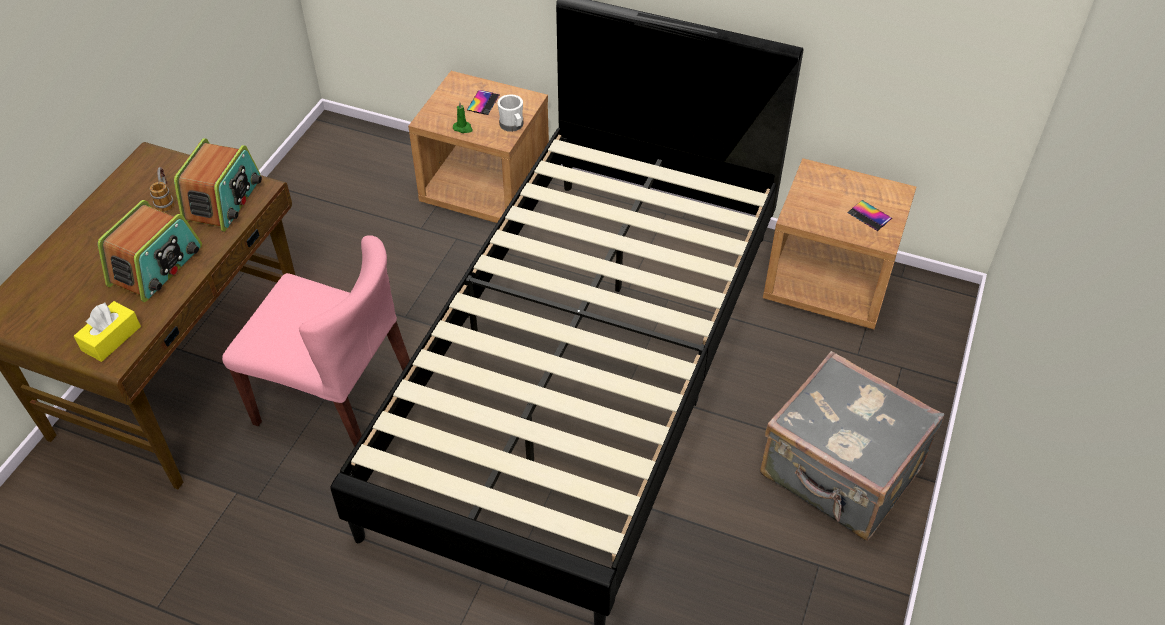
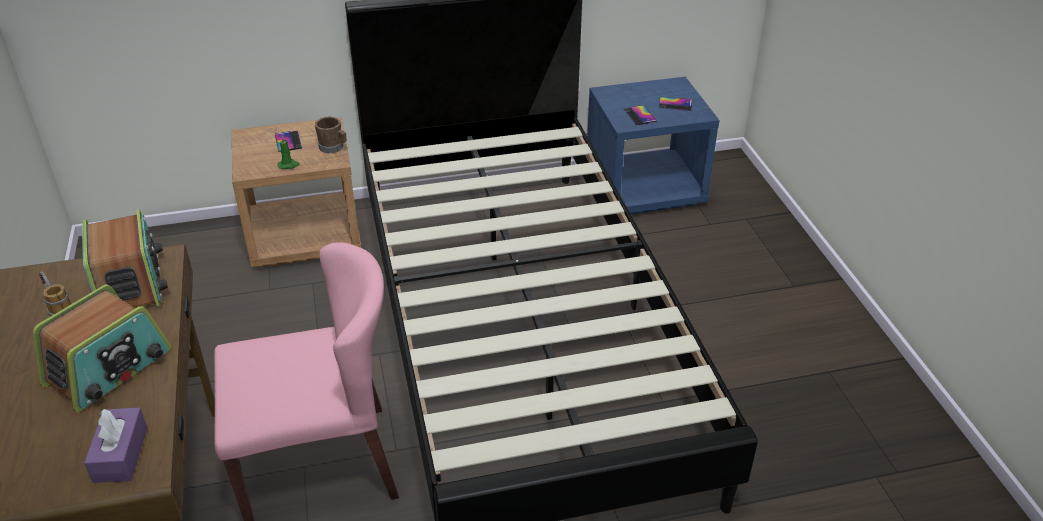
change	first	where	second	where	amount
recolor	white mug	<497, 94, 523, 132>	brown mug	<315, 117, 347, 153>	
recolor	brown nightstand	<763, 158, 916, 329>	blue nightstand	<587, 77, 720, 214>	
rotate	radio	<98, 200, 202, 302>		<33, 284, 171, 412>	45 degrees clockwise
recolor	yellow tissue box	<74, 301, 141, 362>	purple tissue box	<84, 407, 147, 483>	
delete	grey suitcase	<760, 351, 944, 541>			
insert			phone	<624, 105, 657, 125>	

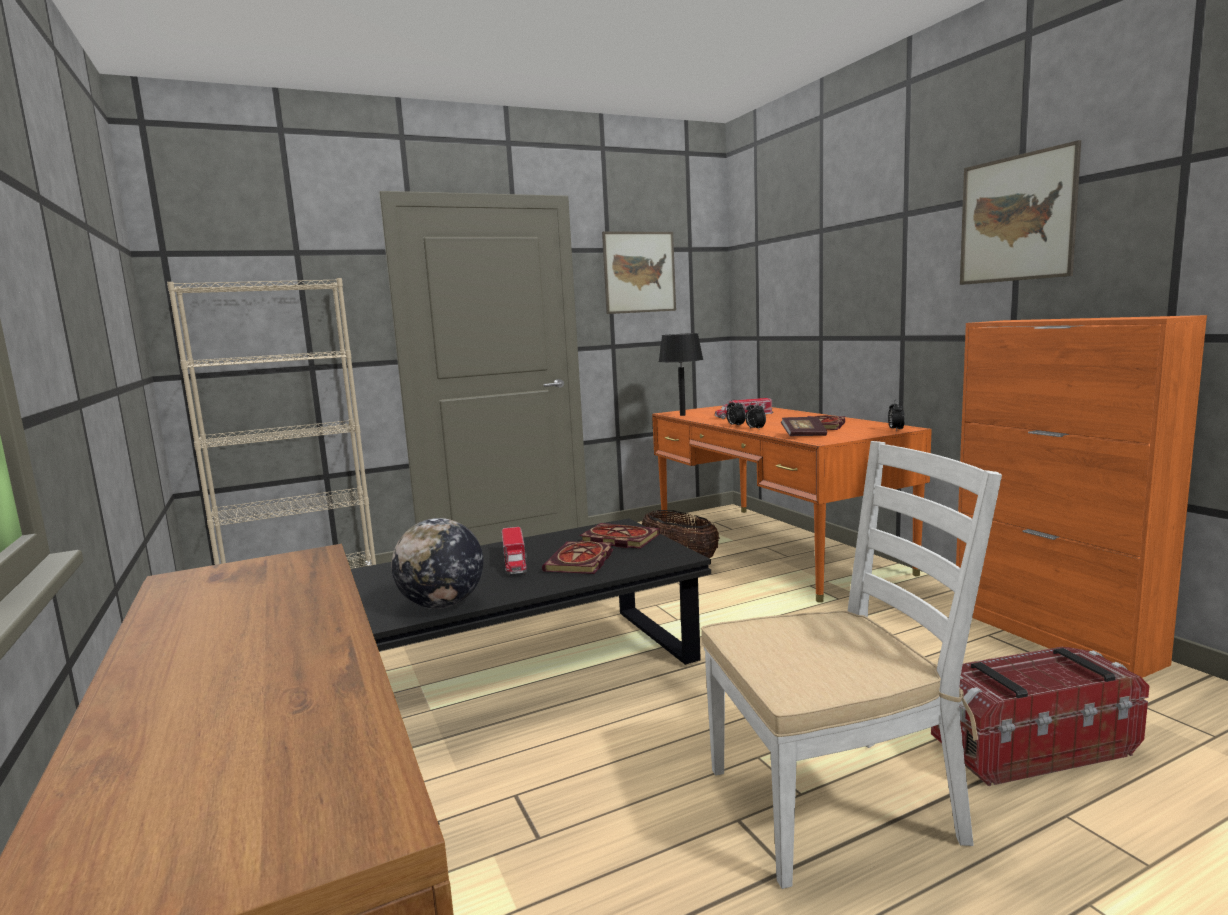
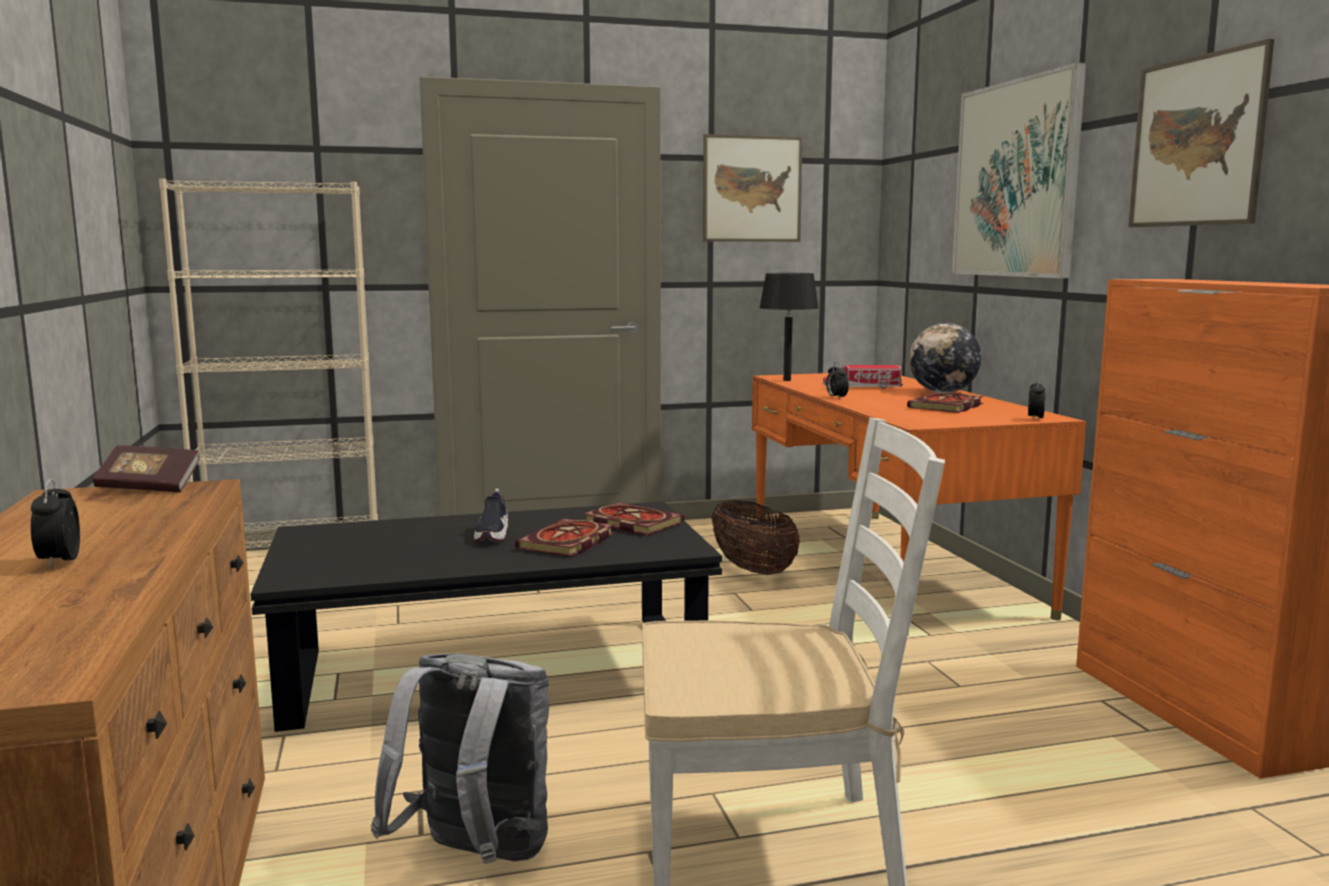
change	first	where	second	where	amount
move	alarm clock	<745, 401, 766, 430>		<31, 479, 80, 569>	
move	book	<781, 417, 827, 436>		<92, 445, 200, 492>	
move	globe	<392, 518, 483, 609>		<909, 323, 981, 393>	
replace	toy truck	<502, 527, 527, 576>	shoe	<474, 489, 508, 542>	
delete	storage box	<931, 647, 1149, 786>			
insert			picture	<952, 62, 1086, 278>	
insert			grey backpack	<371, 654, 549, 864>	

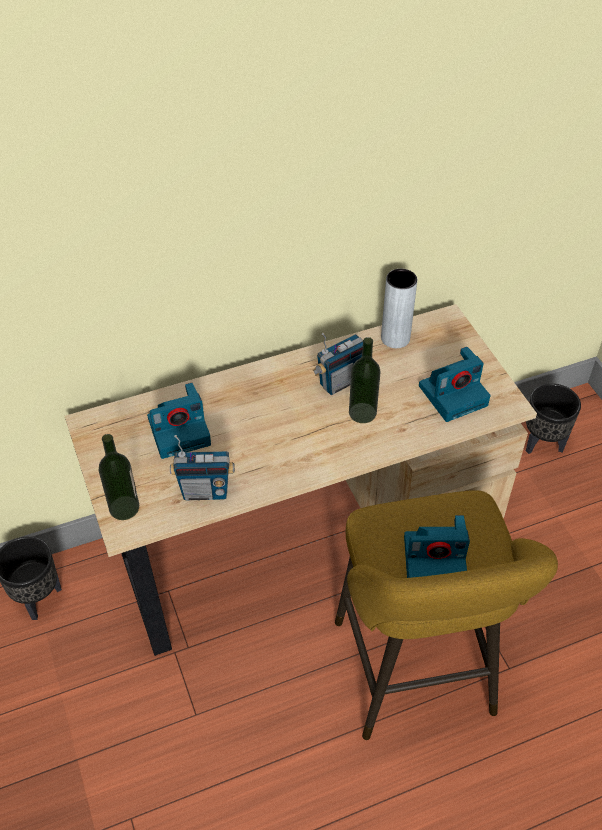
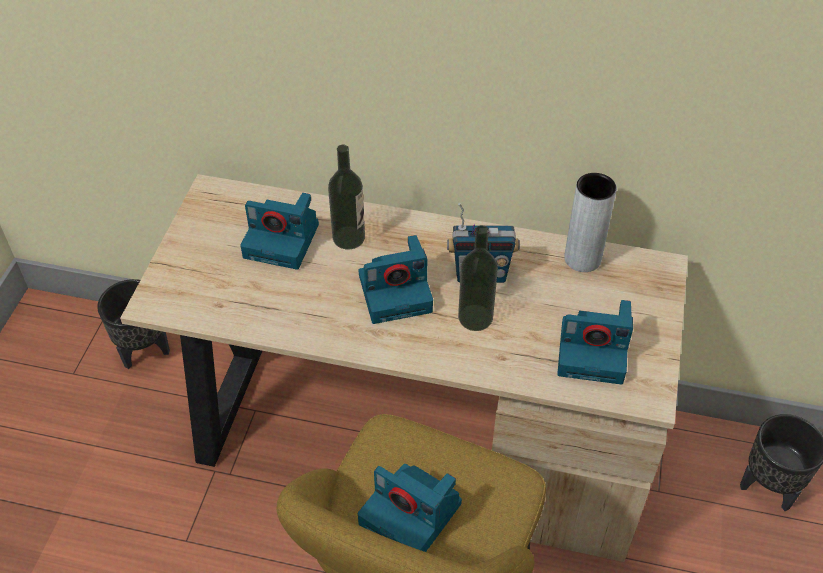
change	first	where	second	where	amount
move	bottle	<99, 434, 139, 520>		<328, 145, 365, 249>	
delete	radio	<170, 435, 235, 500>			
insert			photo camera	<359, 235, 433, 324>	

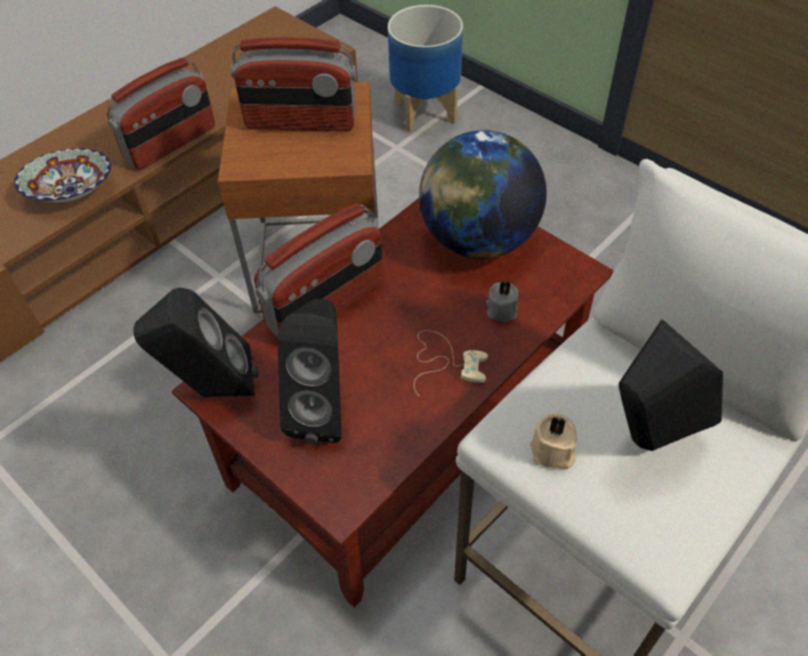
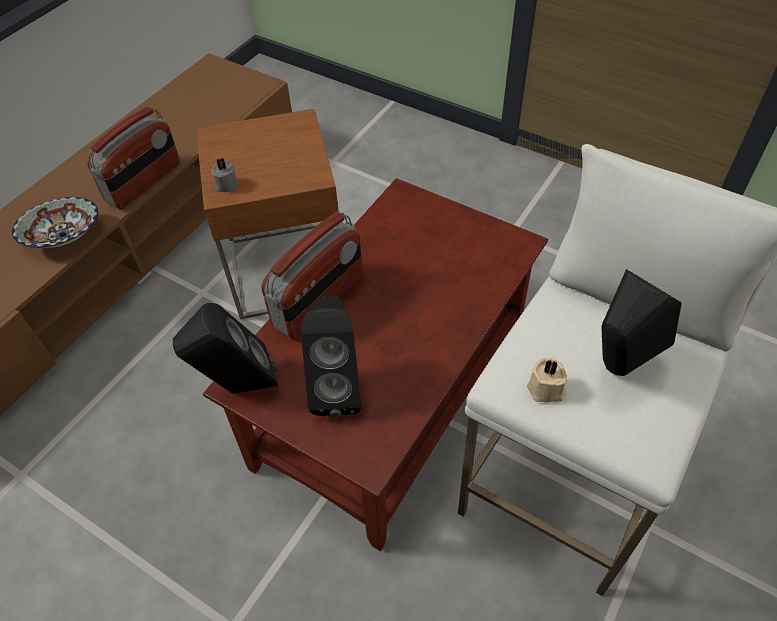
change	first	where	second	where	amount
delete	planter	<388, 5, 463, 132>			
delete	radio	<231, 37, 356, 131>			
delete	globe	<419, 130, 547, 259>			
move	grey candle	<486, 280, 518, 322>		<211, 158, 239, 192>	
delete	beige game controller	<414, 330, 488, 396>			

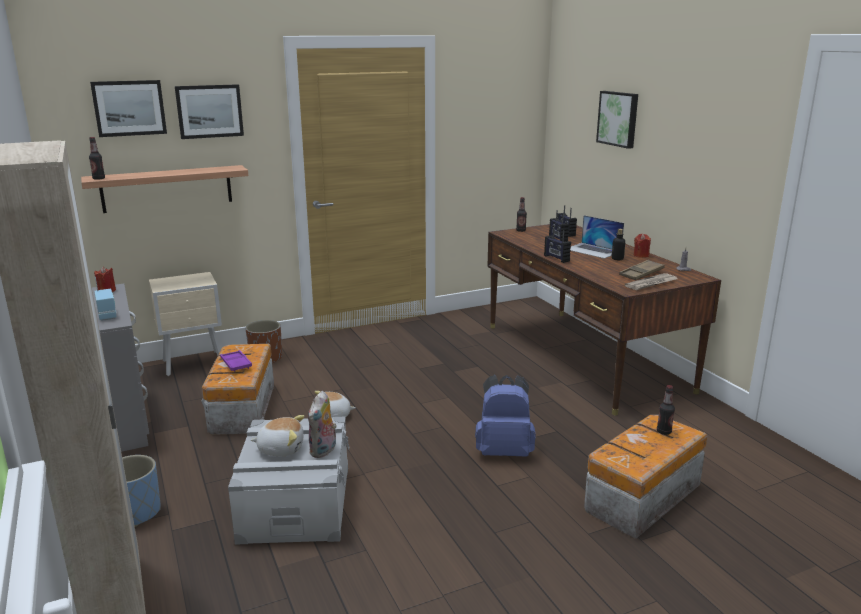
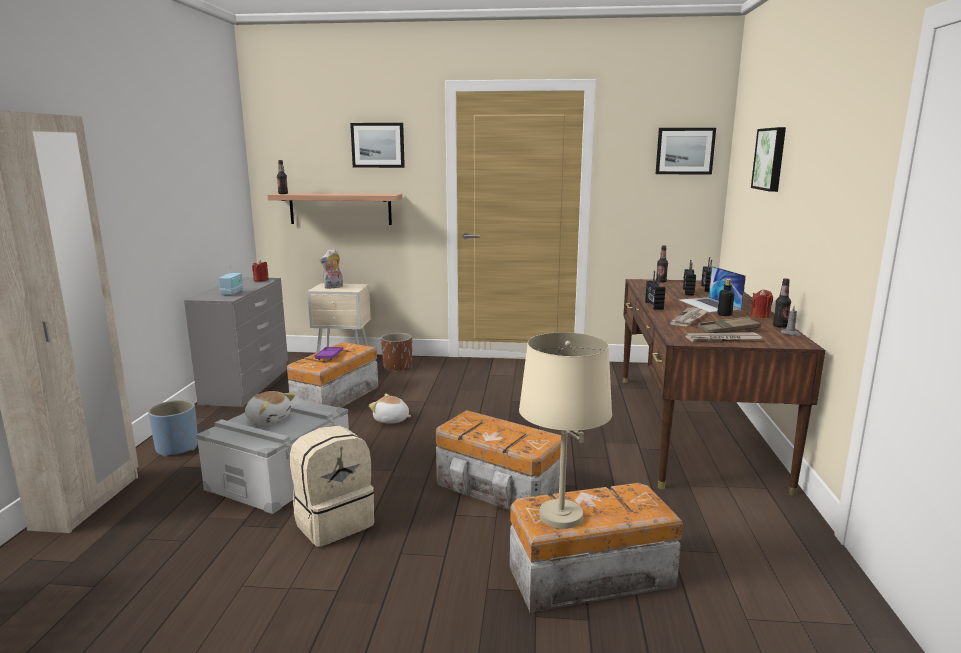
change	first	where	second	where	amount
move	picture	<90, 80, 167, 137>		<656, 128, 716, 174>	
replace	blue backpack	<475, 375, 536, 457>	storage box	<436, 410, 567, 511>	
move	bottle	<657, 385, 675, 435>		<773, 278, 791, 328>	
move	plush toy	<308, 391, 337, 458>		<320, 249, 343, 289>	
insert			newspaper	<670, 308, 708, 327>	
insert			beige table lamp	<519, 332, 612, 529>	
insert			beige backpack	<290, 425, 374, 547>	

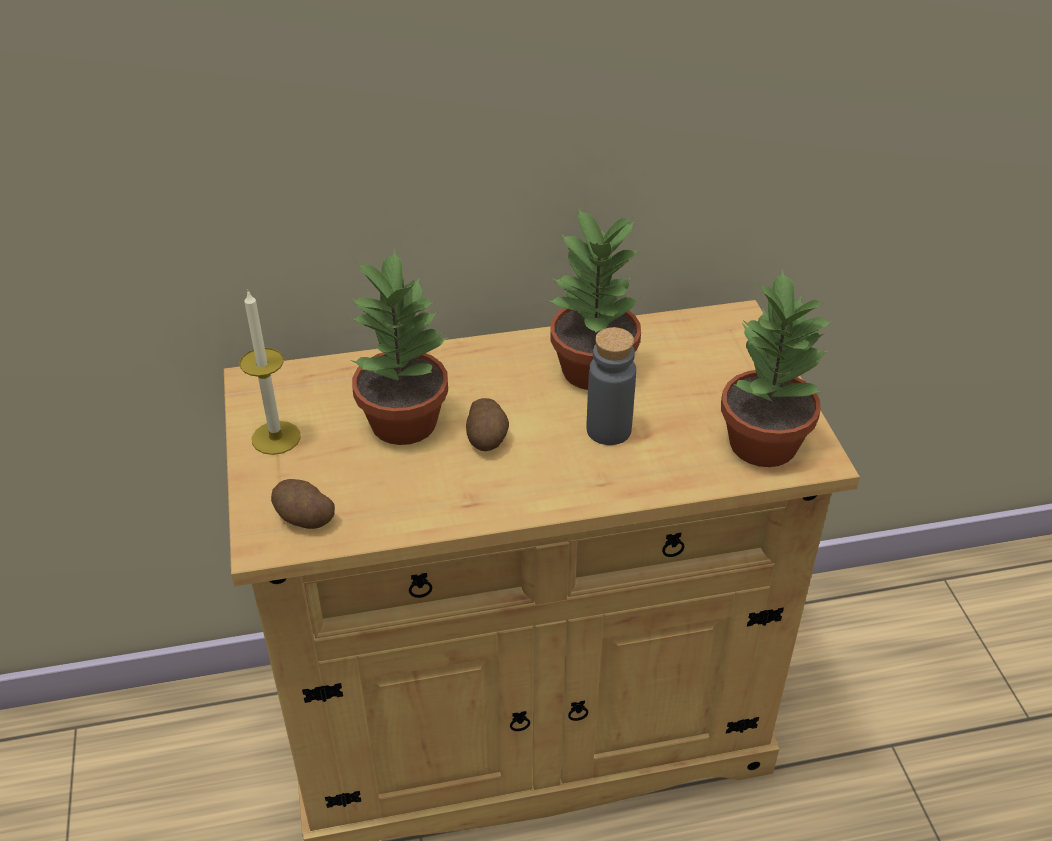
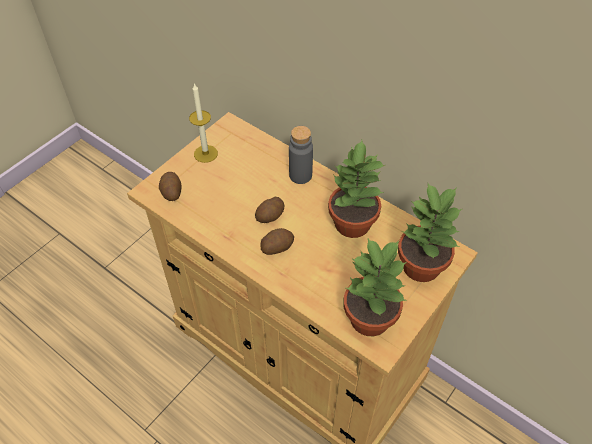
change	first	where	second	where	amount
move	potted plant	<350, 249, 449, 445>		<398, 183, 462, 282>	
move	grey bottle	<587, 327, 636, 445>		<289, 126, 313, 184>	
insert			potato	<260, 228, 294, 255>	

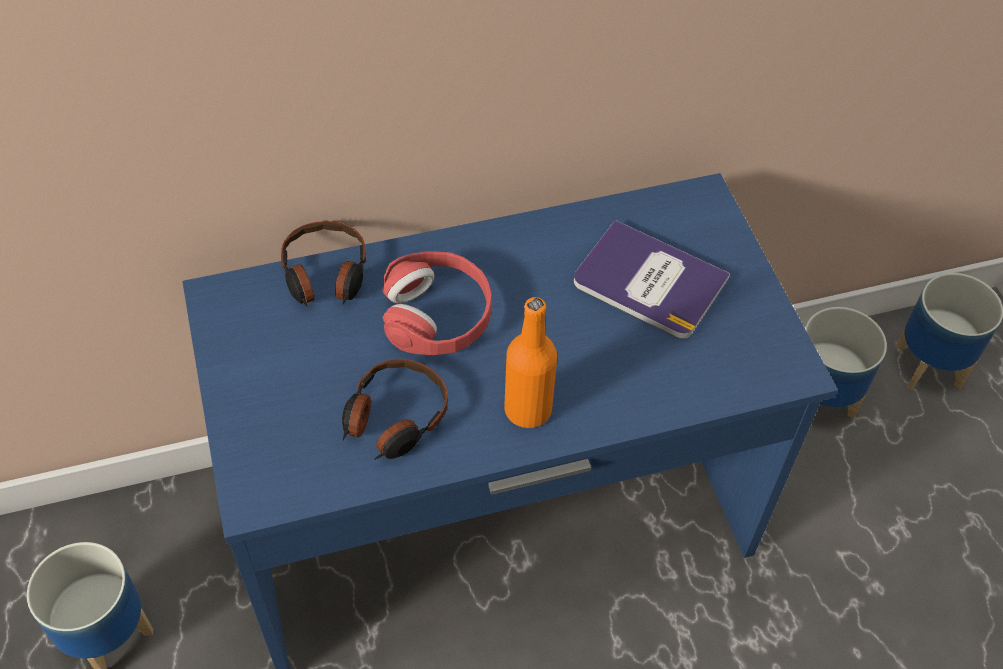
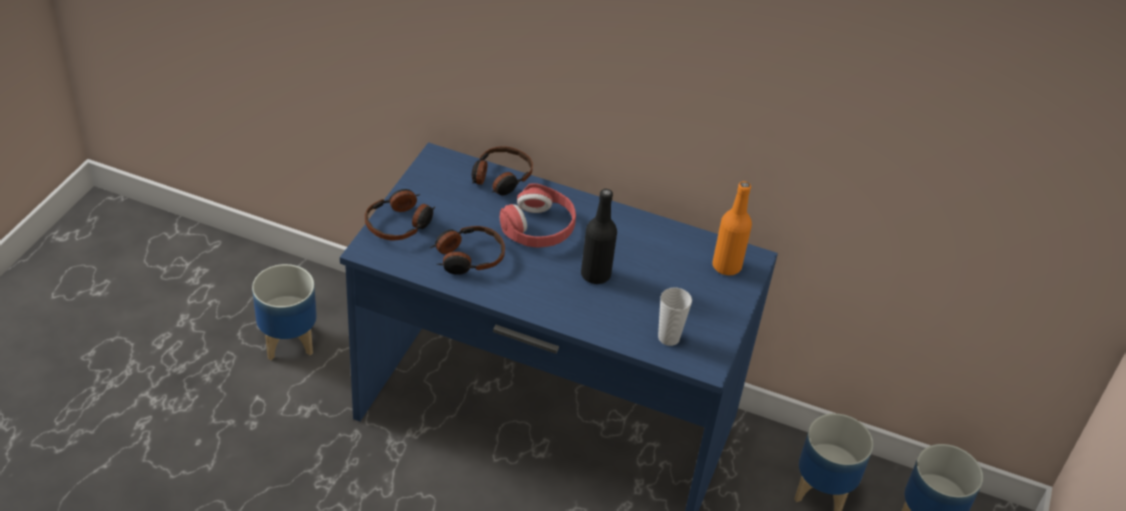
change	first	where	second	where	amount
delete	book	<574, 220, 730, 339>			
move	orange bottle	<504, 297, 557, 428>		<712, 181, 752, 276>	
insert			headphones	<365, 189, 435, 240>	
insert			black bottle	<581, 189, 617, 284>	
insert			cup	<658, 288, 692, 346>	

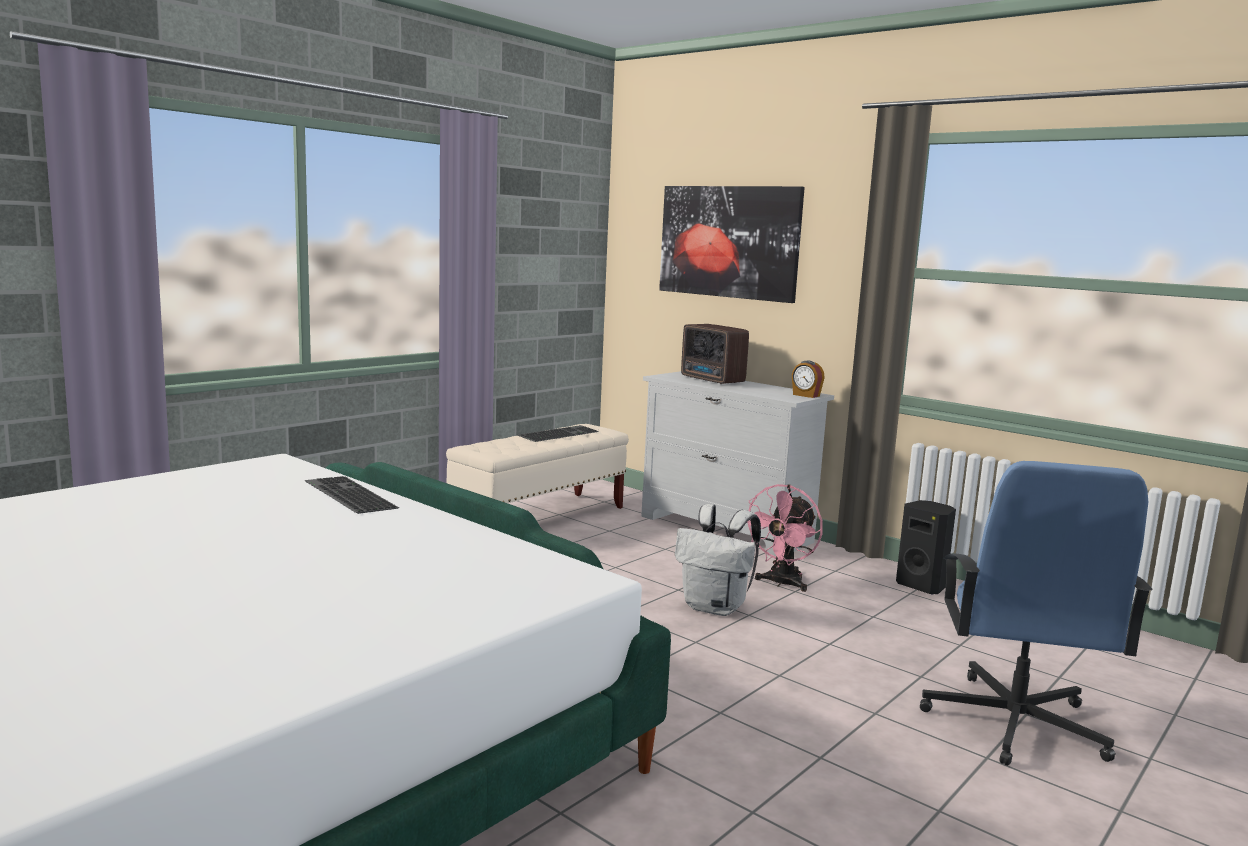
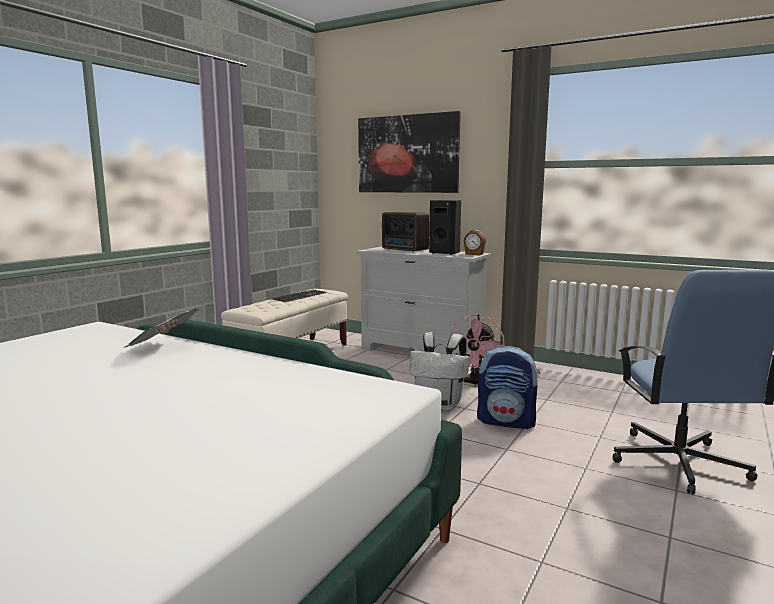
change	first	where	second	where	amount
replace	keyboard	<304, 476, 399, 514>	newspaper	<125, 308, 199, 347>	
move	black speaker	<896, 500, 956, 595>		<429, 200, 461, 255>	
insert			backpack	<477, 346, 540, 429>	

